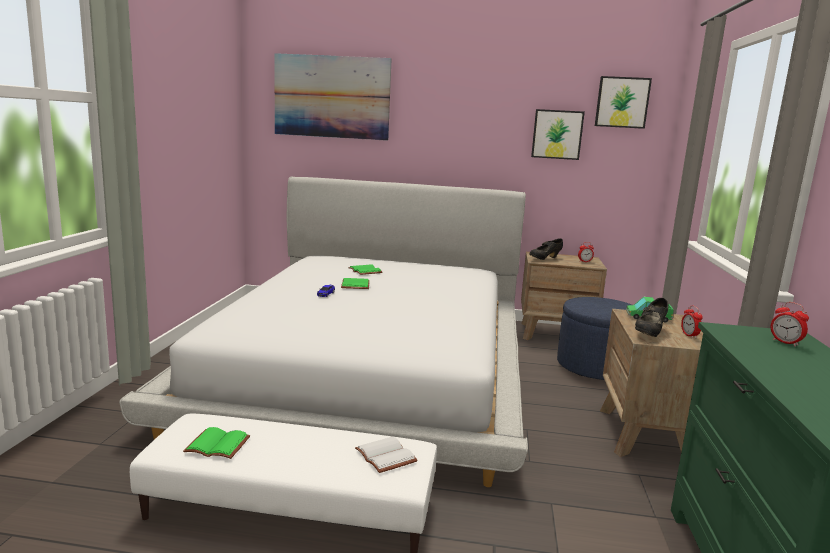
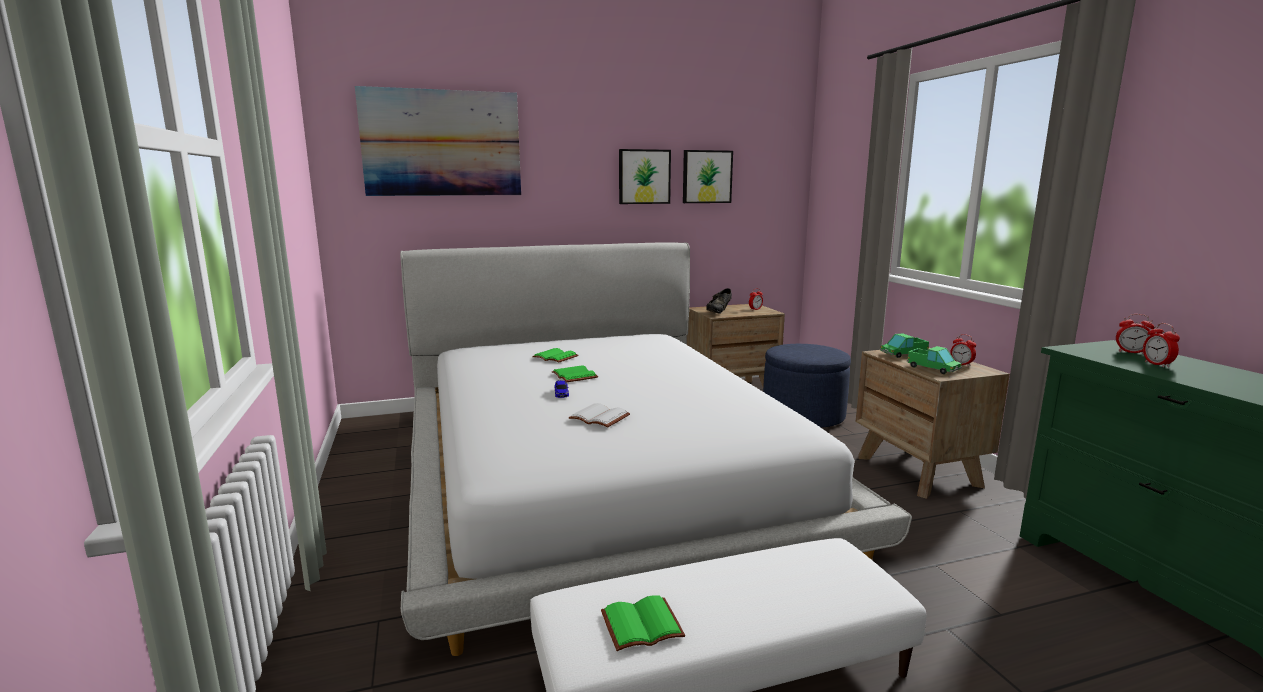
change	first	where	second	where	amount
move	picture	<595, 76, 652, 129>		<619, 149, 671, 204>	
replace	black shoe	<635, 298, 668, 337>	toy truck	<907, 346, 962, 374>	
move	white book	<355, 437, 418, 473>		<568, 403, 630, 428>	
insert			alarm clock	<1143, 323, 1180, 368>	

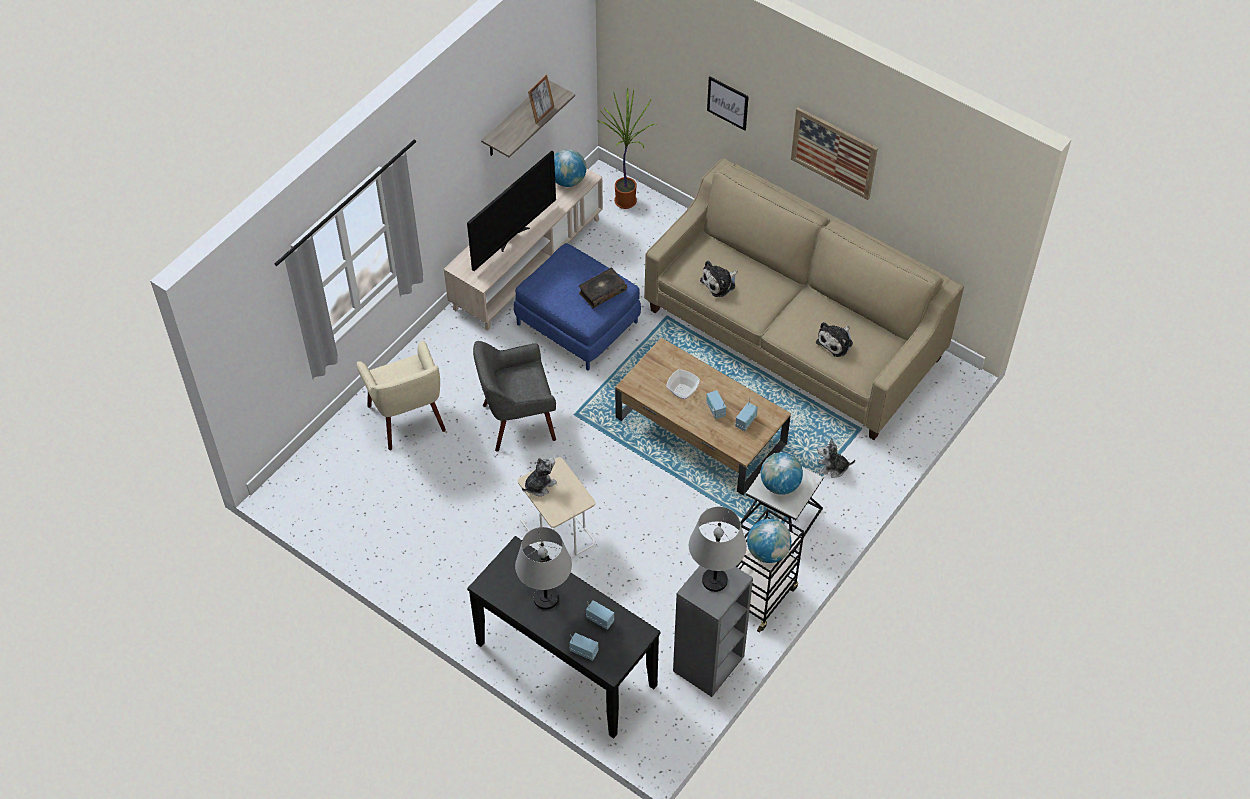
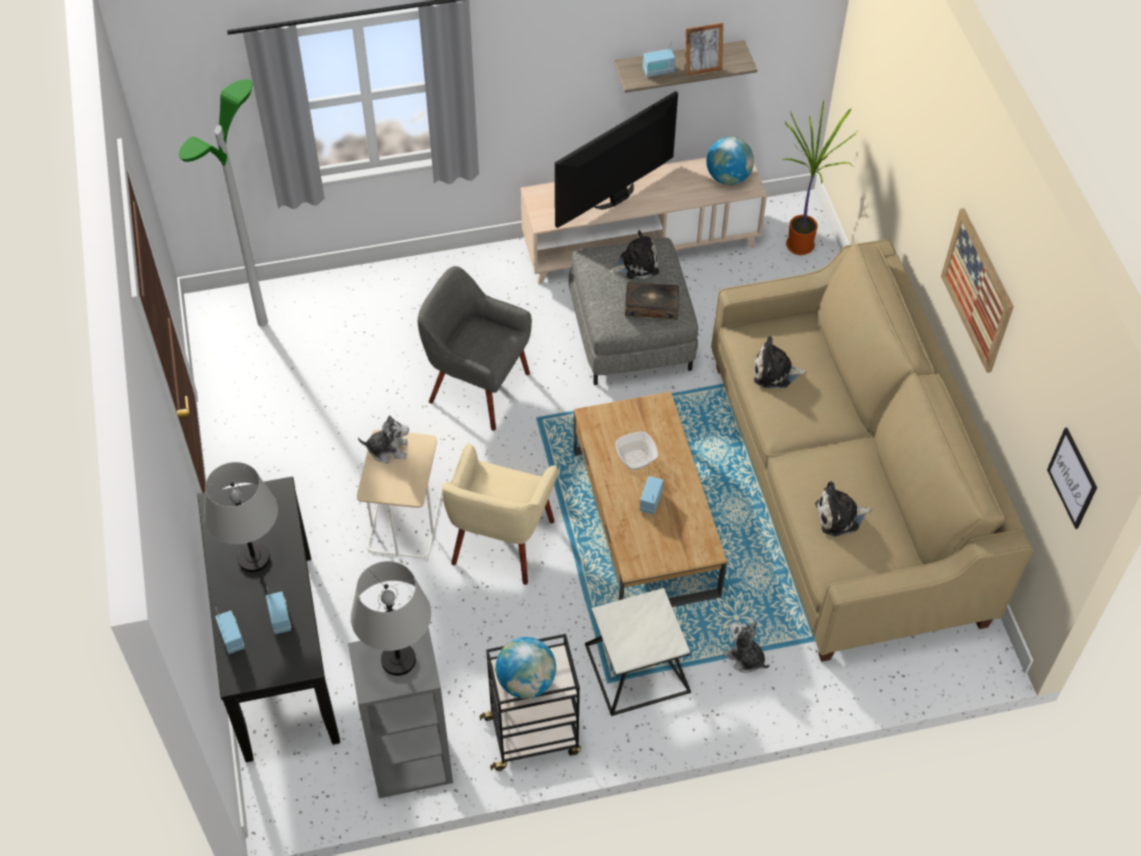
change	first	where	second	where	amount
move	picture	<707, 76, 749, 131>		<1047, 428, 1097, 529>	
rotate	television	<467, 151, 556, 271>		<555, 91, 678, 228>	150 degrees clockwise
recolor	blue ottoman	<514, 243, 641, 370>	grey ottoman	<569, 238, 698, 385>	
move	beige armchair	<356, 340, 446, 450>		<442, 443, 558, 585>	
move	radio	<735, 397, 758, 431>		<643, 40, 675, 77>	
delete	globe	<761, 452, 803, 495>			
insert			floor lamp	<179, 79, 268, 327>	
insert			plush toy	<609, 231, 659, 279>	

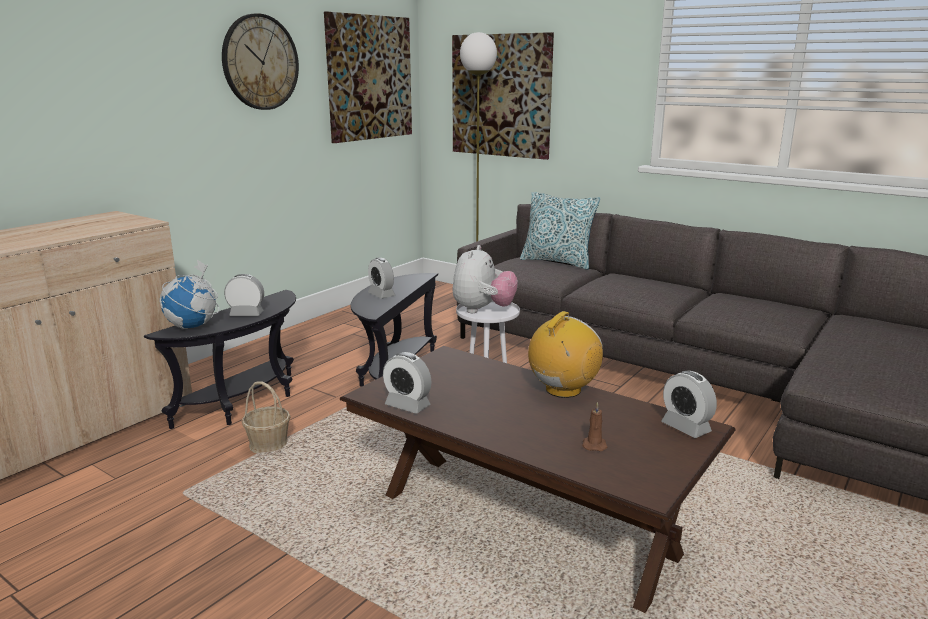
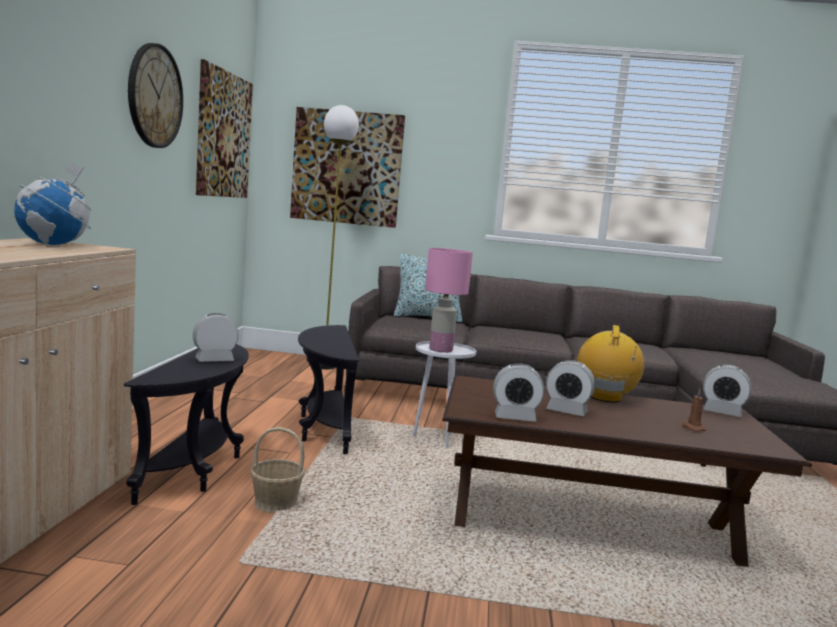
change	first	where	second	where	amount
replace	plush toy	<452, 245, 518, 313>	pink table lamp	<425, 248, 473, 353>	
move	alarm clock	<368, 258, 395, 299>		<546, 360, 595, 416>	
move	globe	<159, 260, 220, 329>		<14, 160, 91, 246>	

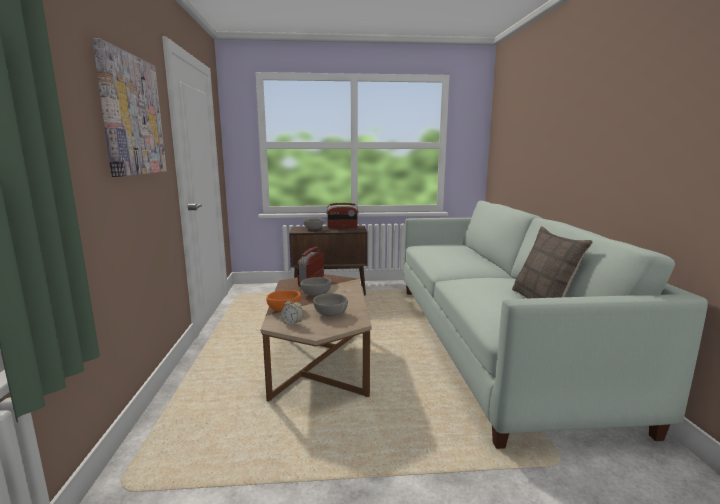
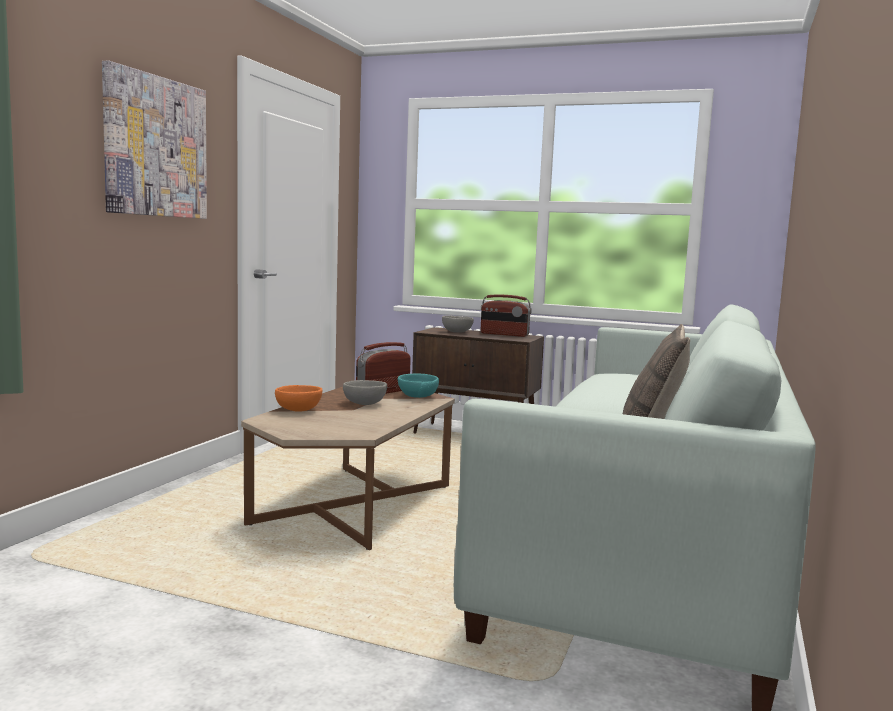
change	first	where	second	where	amount
delete	grey bowl	<313, 293, 348, 317>			
delete	alarm clock	<281, 298, 303, 325>			
insert			turquoise bowl	<398, 374, 439, 398>	

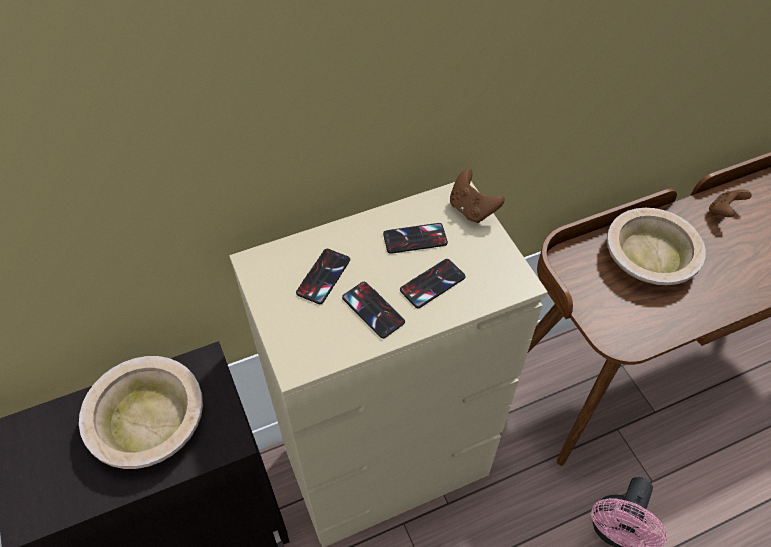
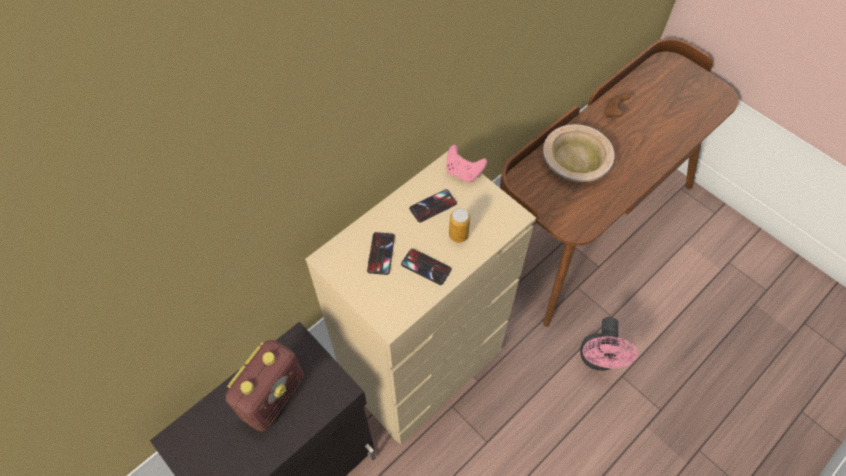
change	first	where	second	where	amount
recolor	brown game controller	<450, 169, 505, 223>	pink game controller	<446, 145, 487, 182>	
replace	phone	<400, 259, 466, 308>	can	<449, 208, 470, 243>	
replace	beige bowl	<79, 356, 203, 469>	radio	<226, 340, 304, 431>	

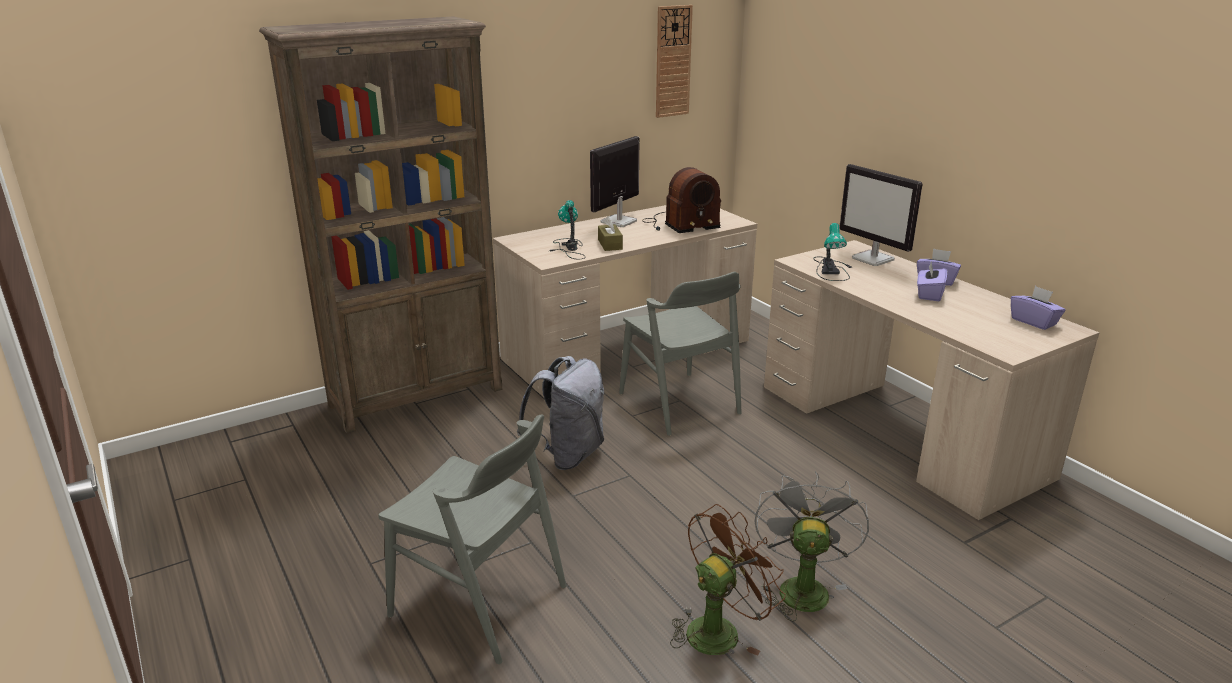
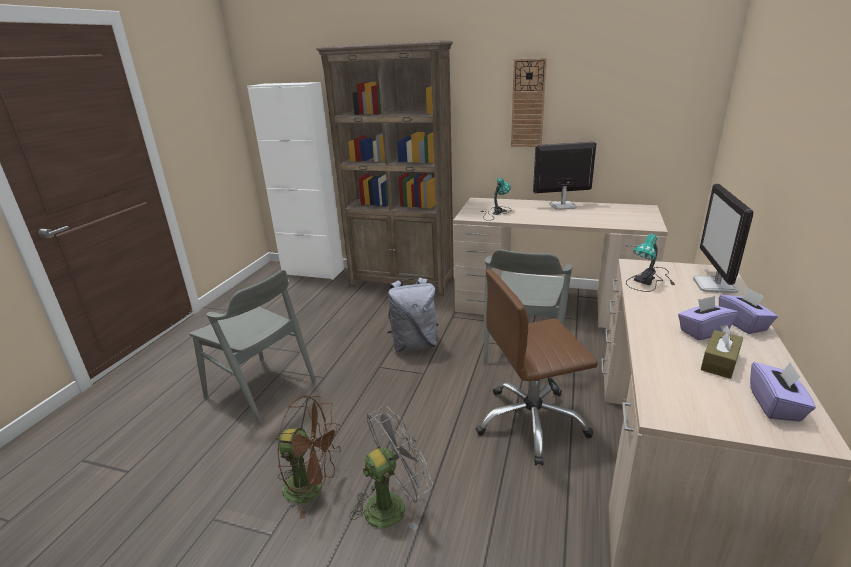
change	first	where	second	where	amount
move	wall clock	<656, 5, 693, 118>		<511, 58, 547, 147>	
delete	radio	<642, 167, 721, 233>			
move	brown tissue box	<598, 216, 623, 251>		<701, 325, 743, 379>	
rotate	grey chair	<378, 414, 566, 664>		<189, 270, 316, 425>	45 degrees counterclockwise
insert			white cabinet	<247, 82, 344, 280>	
insert			brown office chair	<476, 269, 598, 466>	

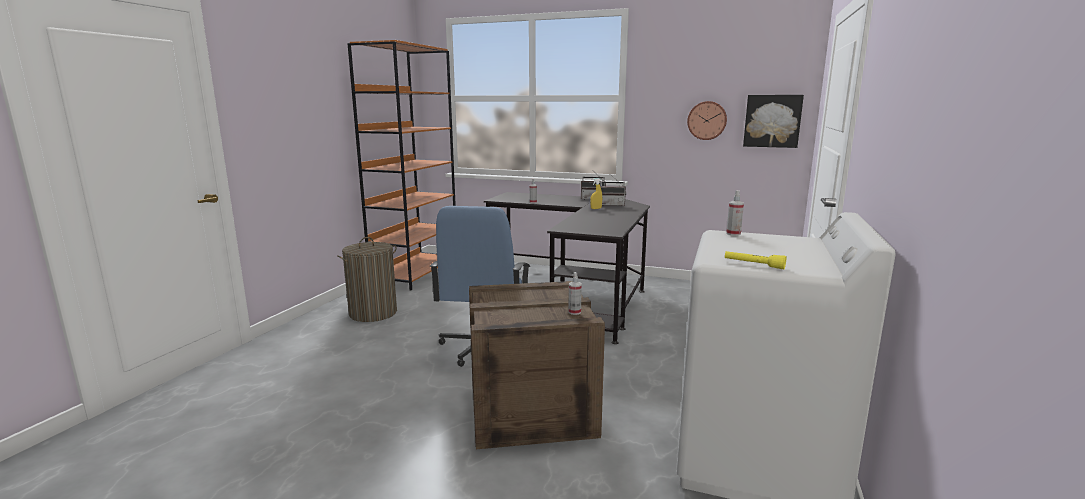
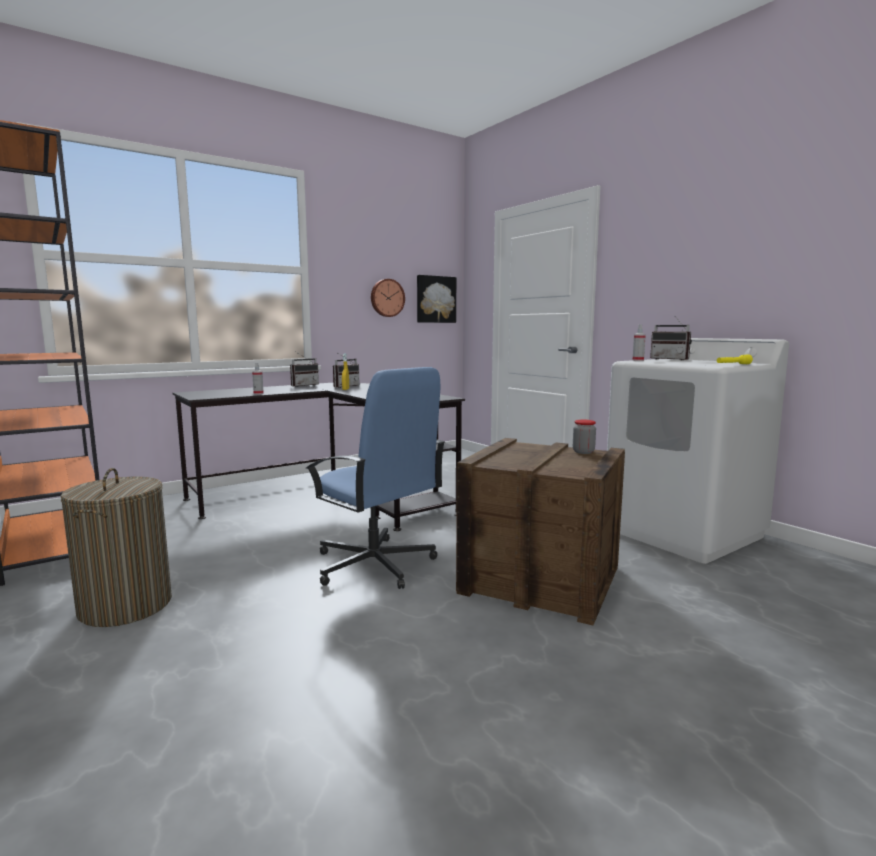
change	first	where	second	where	amount
replace	spray bottle	<568, 272, 582, 315>	jar	<573, 420, 596, 454>	
insert			radio	<650, 317, 692, 360>	

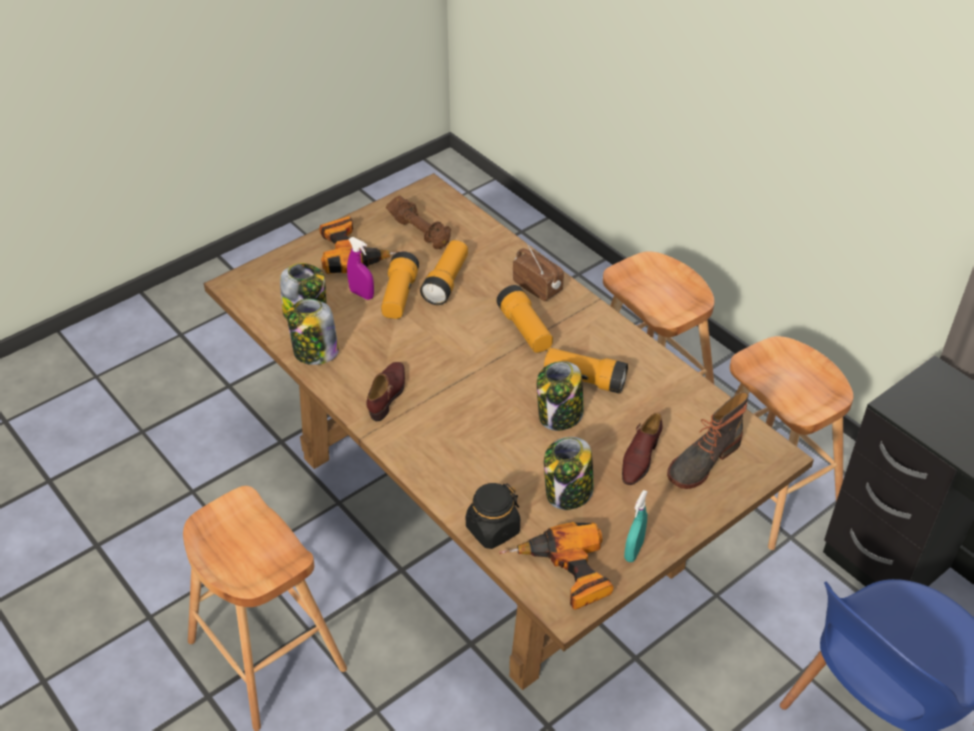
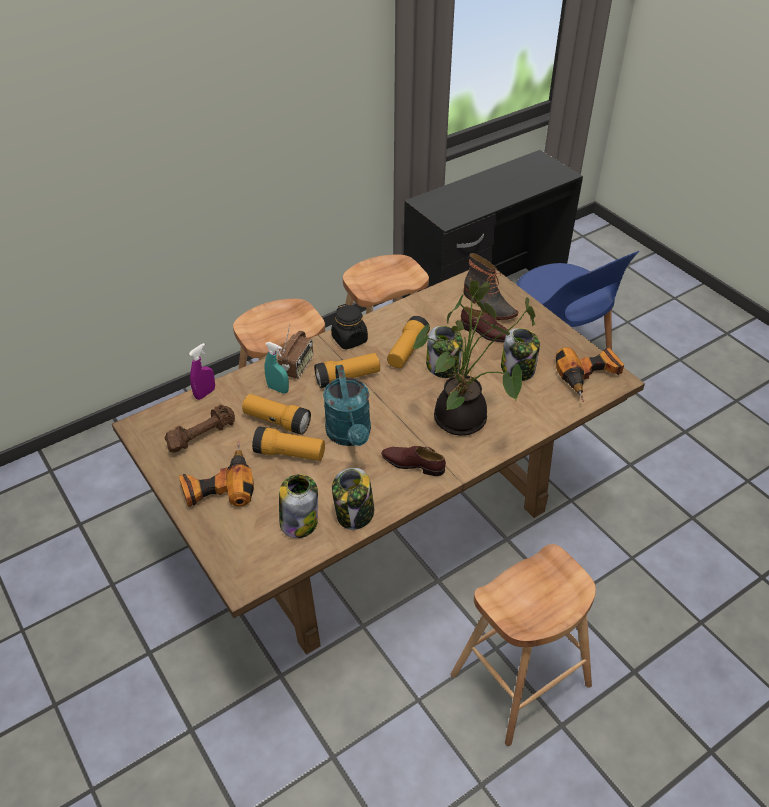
change	first	where	second	where	amount
move	purple spray bottle	<347, 237, 374, 300>		<189, 343, 215, 400>	
rotate	radio	<513, 243, 564, 302>		<277, 325, 313, 379>	150 degrees clockwise
move	black jar	<466, 483, 520, 549>		<331, 304, 368, 350>	
move	turquoise spray bottle	<624, 490, 648, 562>		<264, 342, 289, 394>	
insert			potted plant	<412, 281, 535, 436>	
insert			turquoise watering can	<323, 365, 371, 446>	

